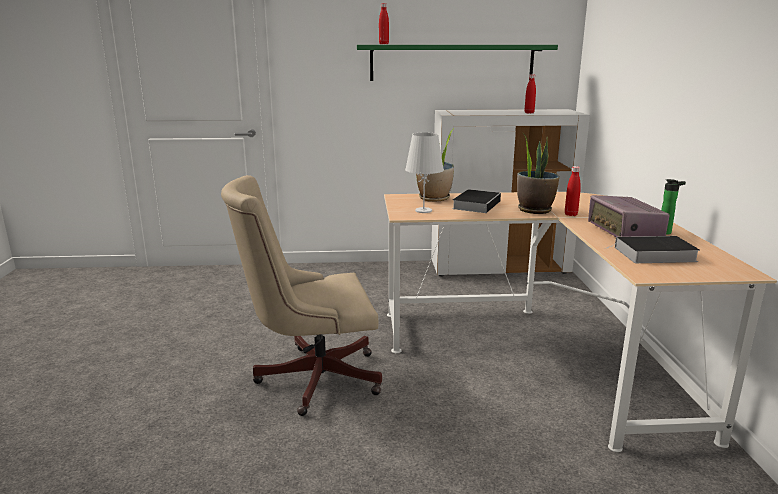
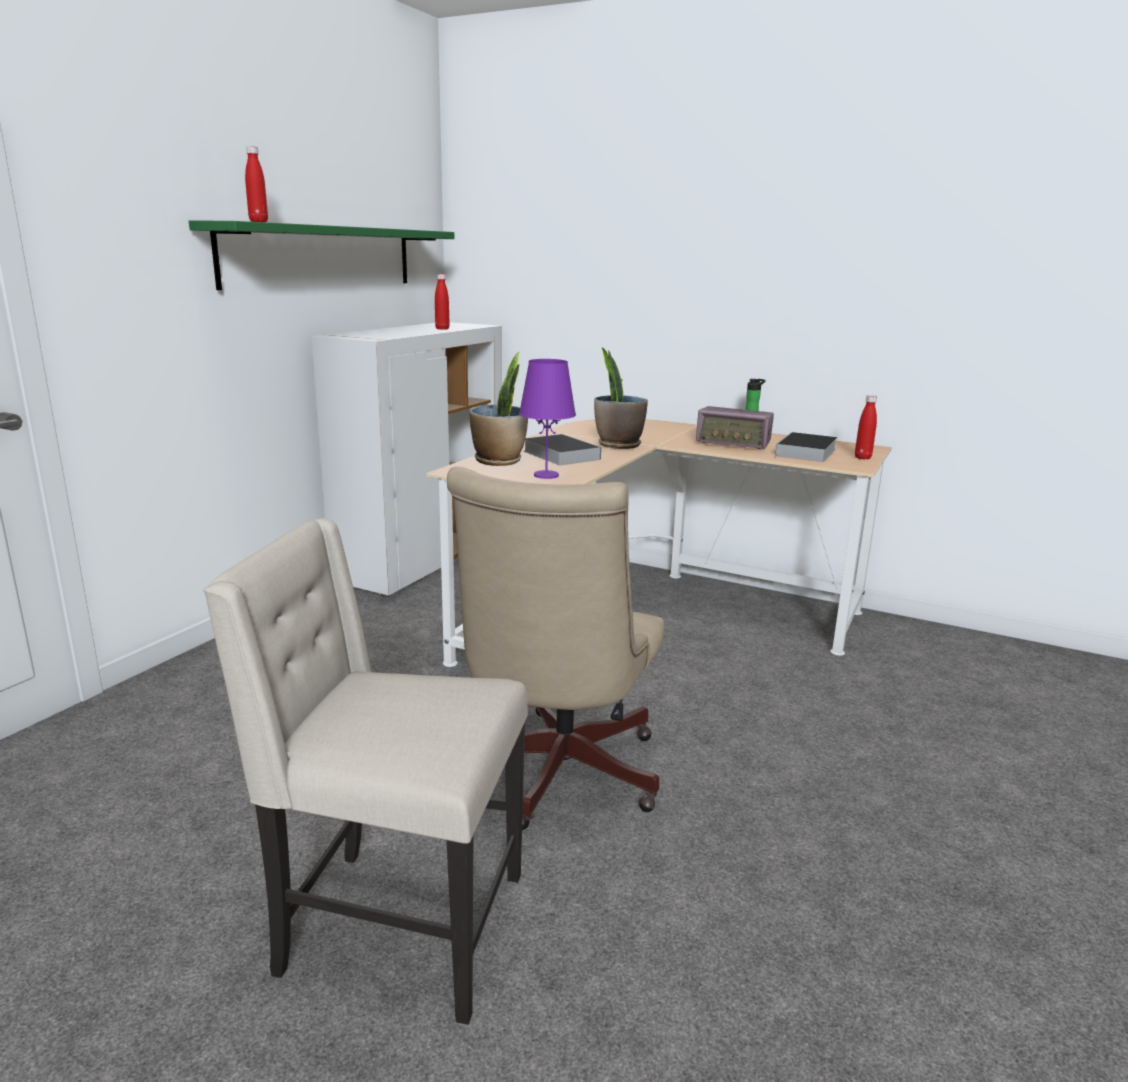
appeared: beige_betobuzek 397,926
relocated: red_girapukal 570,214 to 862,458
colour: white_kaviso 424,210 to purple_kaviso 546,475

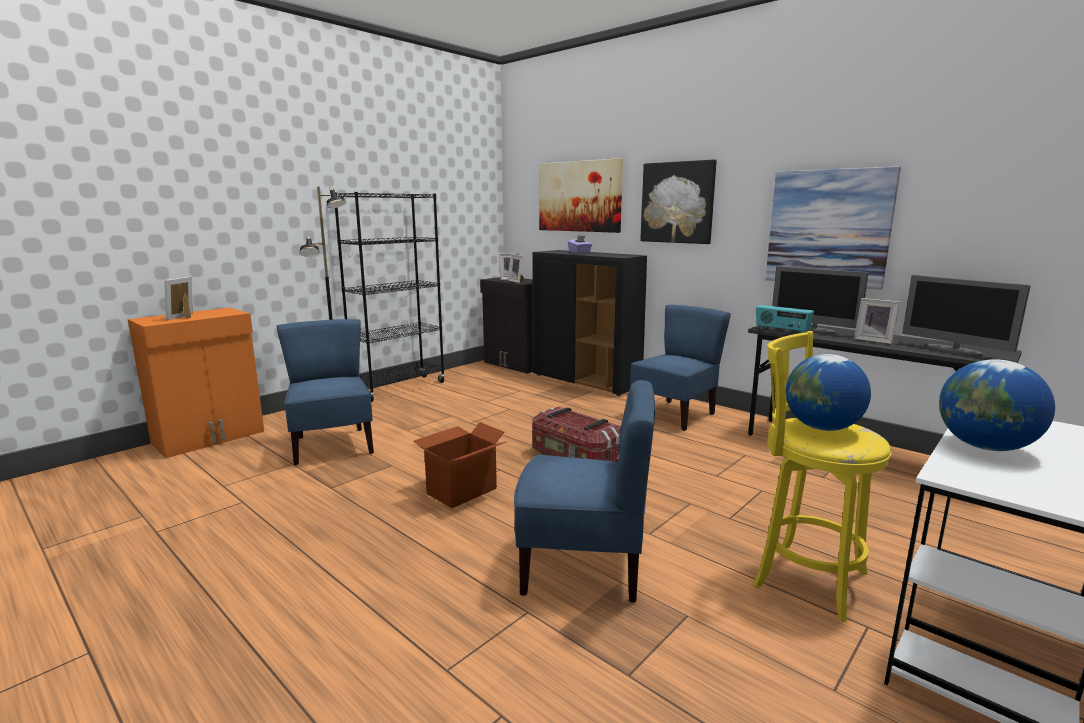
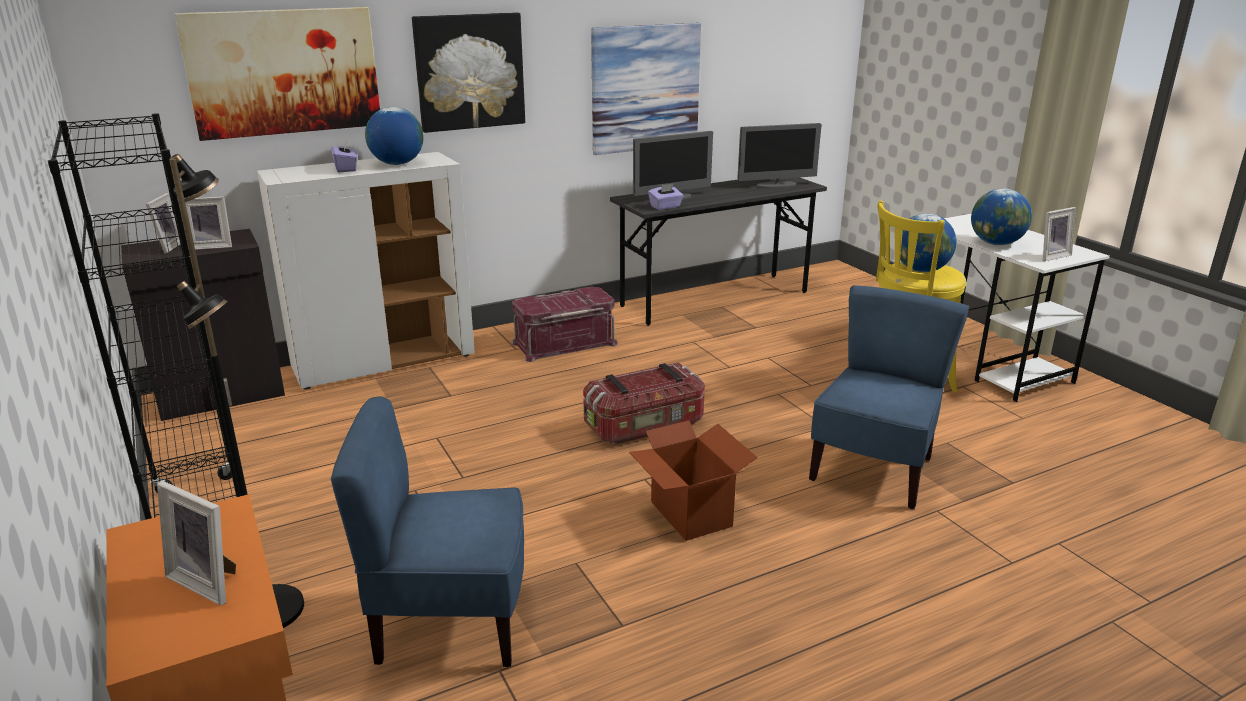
appeared: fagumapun 397,164
relocated: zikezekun 874,340 to 1050,256
exchanged: blue_betobuzek 674,415 to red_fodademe 564,343; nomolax 782,331 to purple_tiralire 665,207
colour: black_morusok 586,381 to white_morusok 384,362

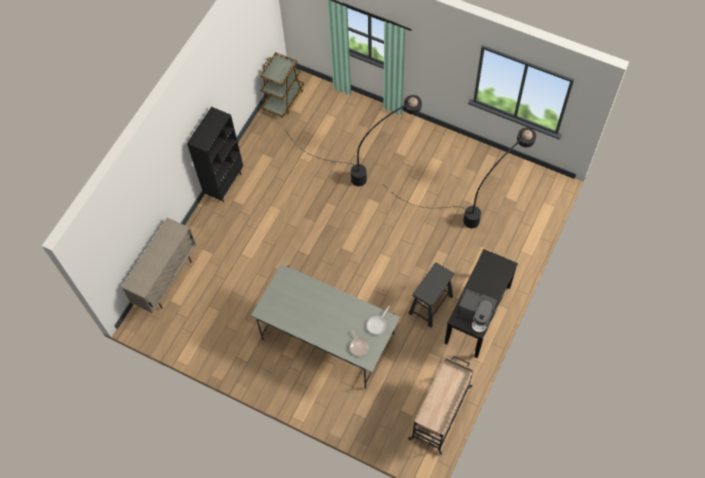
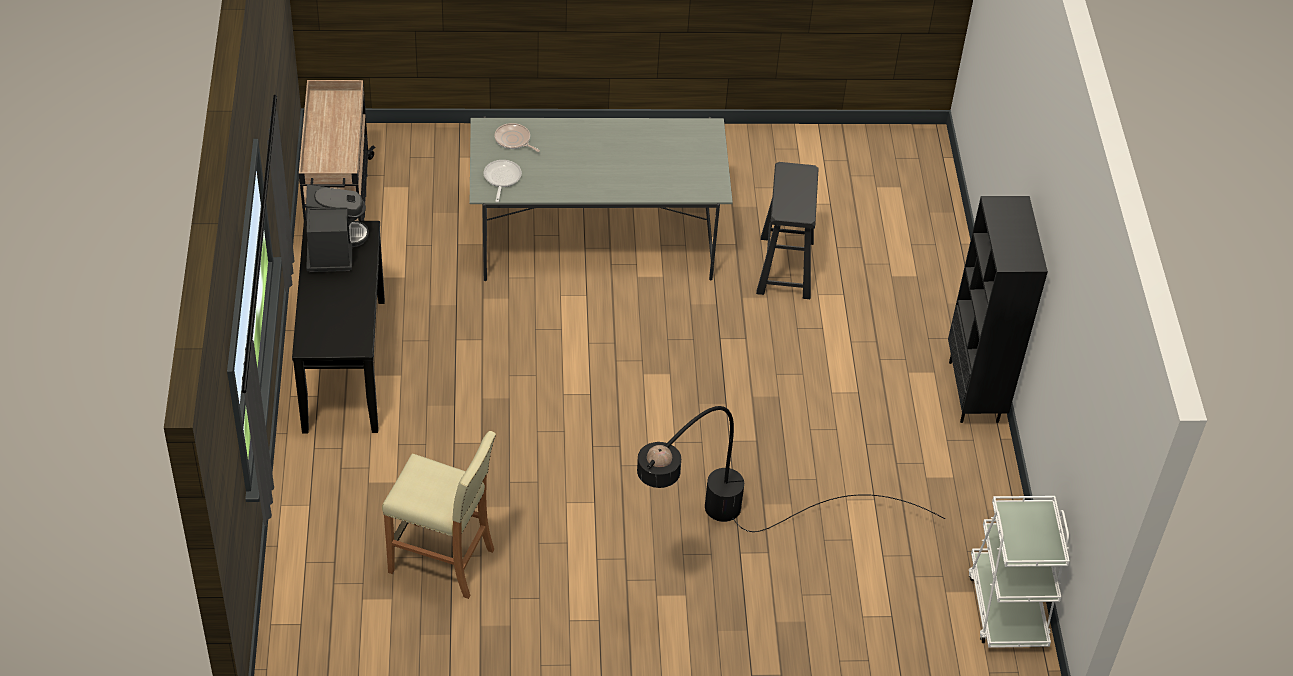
missing: beige_morusok 167,280
relocated: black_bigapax 431,304 to 785,268
exchanged: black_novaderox 478,204 to beige_bigapax 442,561
colour: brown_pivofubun 283,99 to white_pivofubun 1007,607
spun: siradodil 475,315 = 333,248 90 degrees clockwise

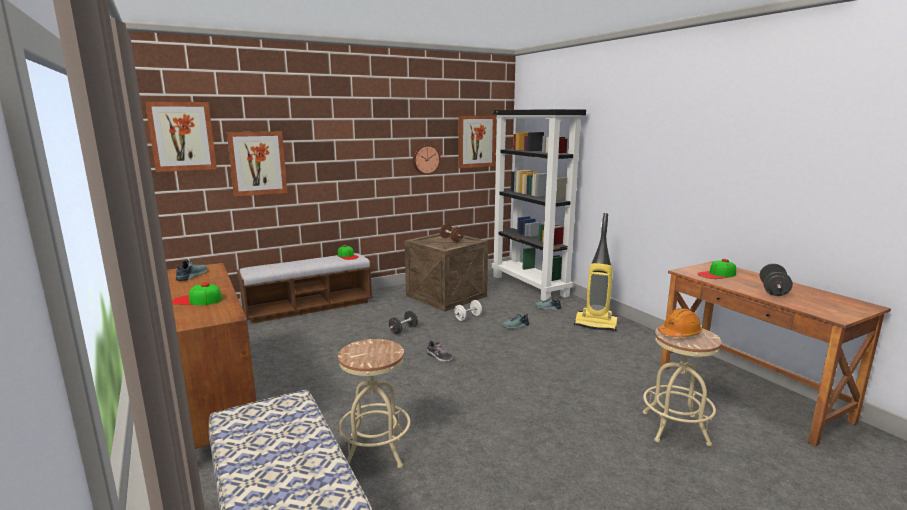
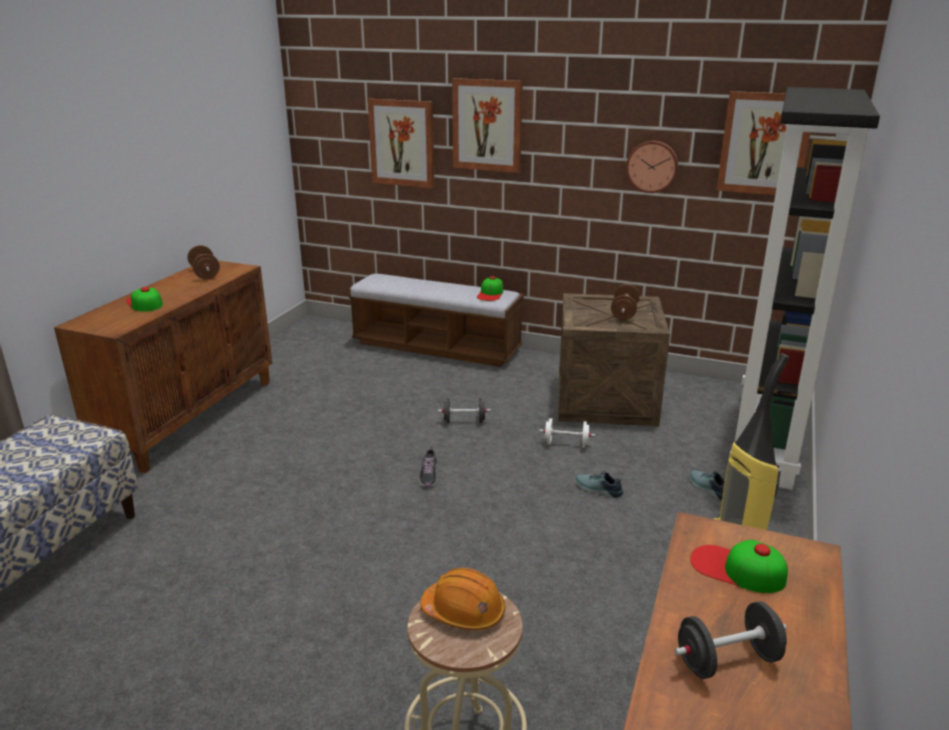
missing: beige_bigapax 375,450
relocated: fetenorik 182,136 to 487,125
exchanged: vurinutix 191,276 to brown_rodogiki 205,274

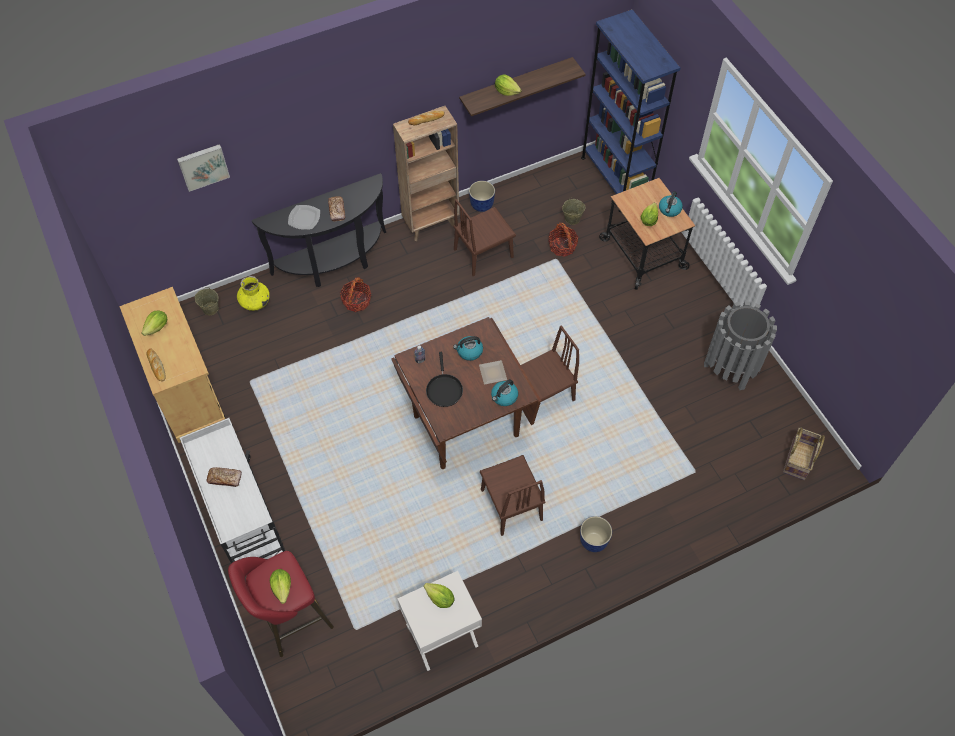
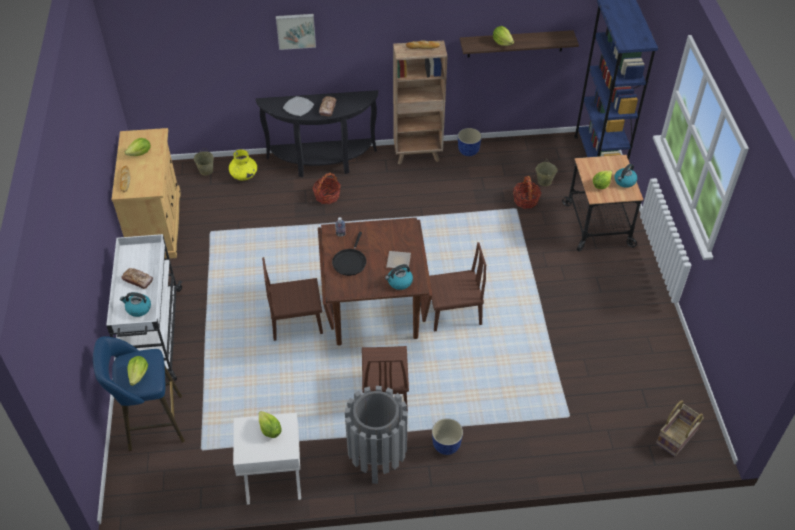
relocated: fetenorik 203,166 to 296,30; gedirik 469,351 to 138,309; brown_betobuzek 483,253 to 296,321; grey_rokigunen 731,367 to 377,457
colour: red_bigapax 289,619 to blue_bigapax 151,423

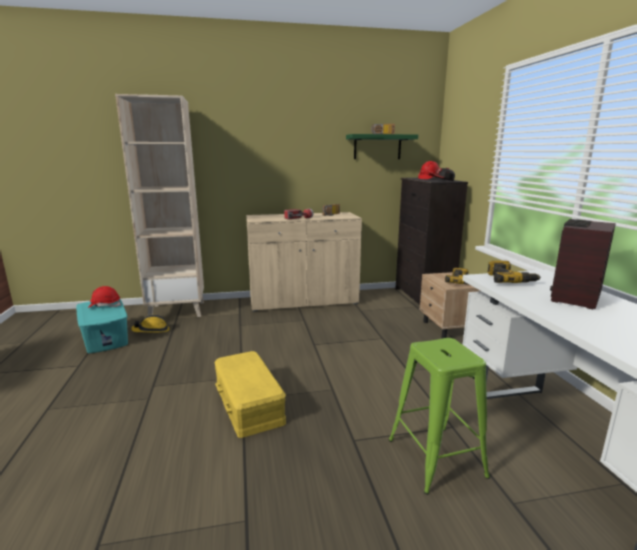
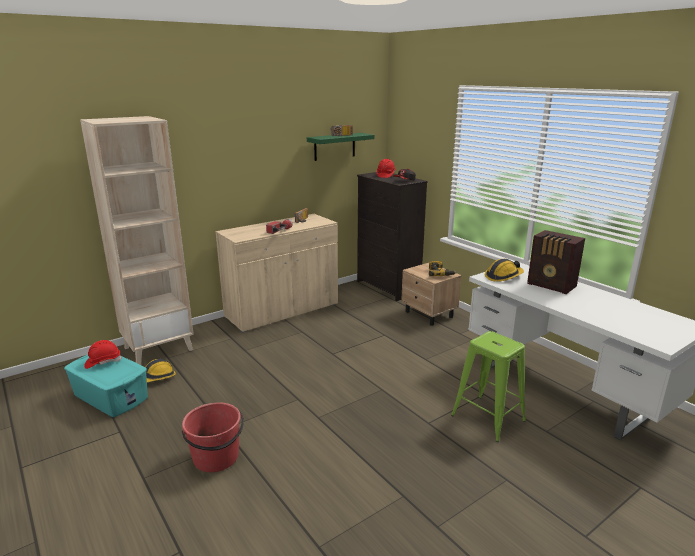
missing: yellow_fodademe 250,403
appeared: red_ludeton 216,457
exchanged: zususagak 509,280 to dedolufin 503,276
spun: nomolax 574,297 = 552,286 60 degrees counterclockwise

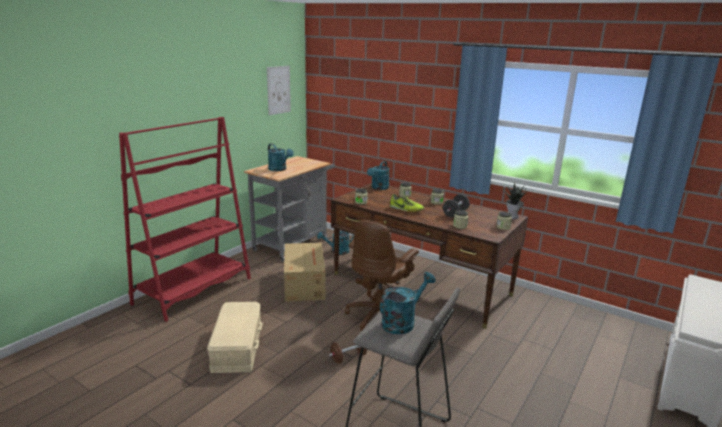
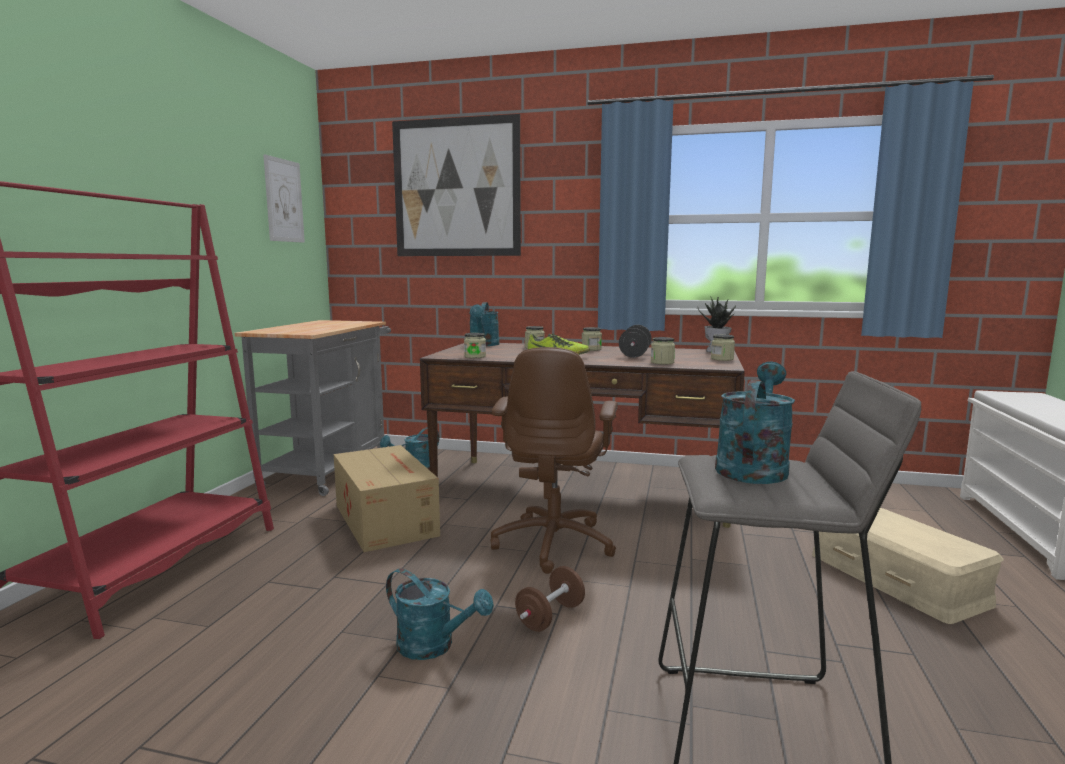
appeared: fetenorik 456,188
relocated: beige_fodademe 238,346 to 897,578; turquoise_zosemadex 279,169 to 434,646

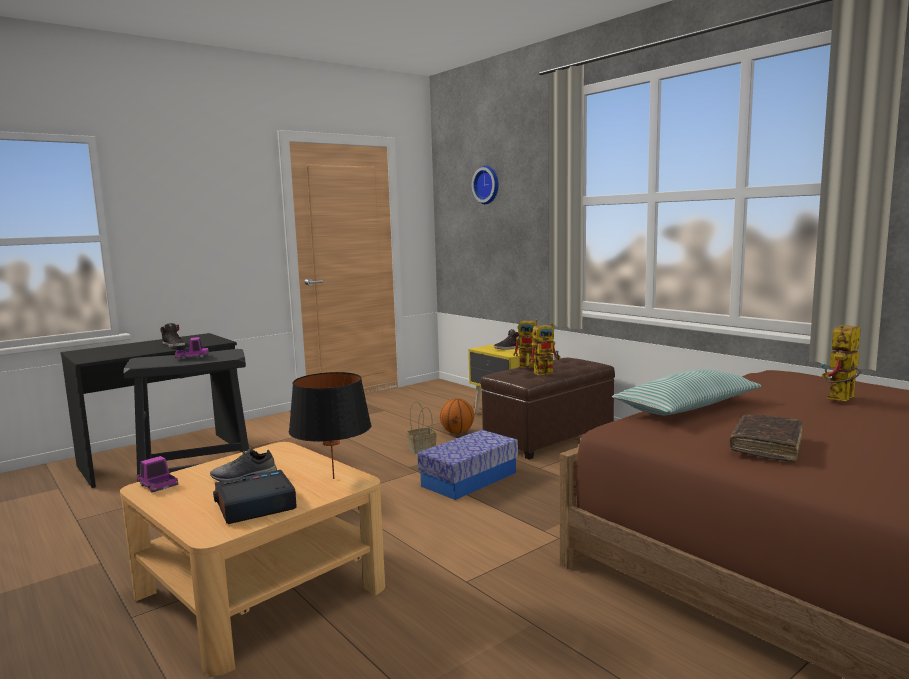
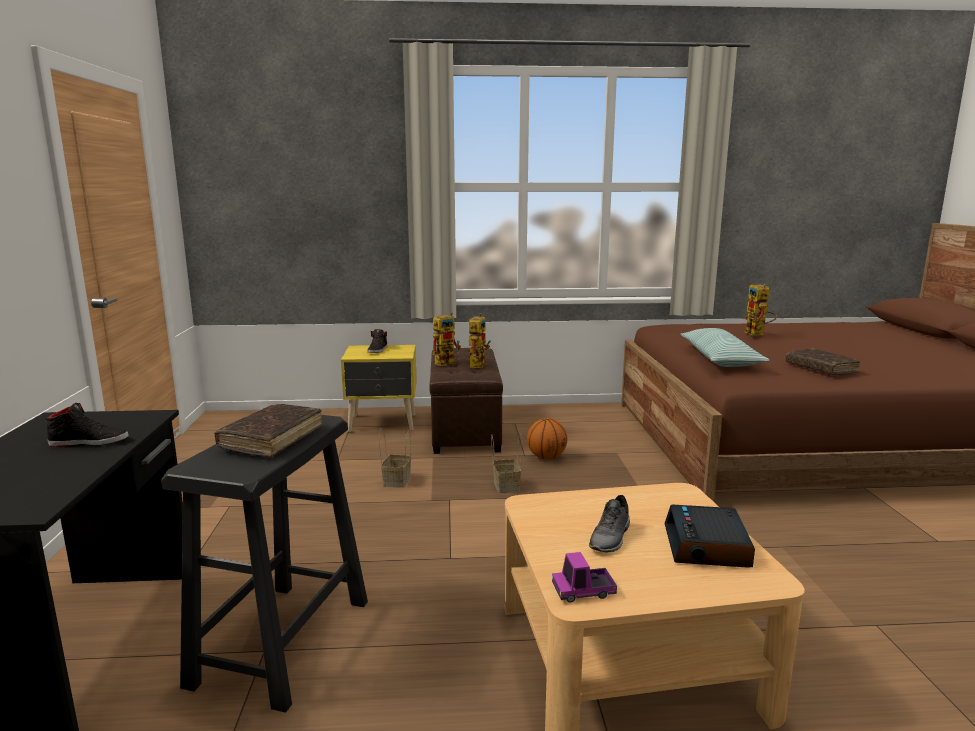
missing: black_kaviso 334,478; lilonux 487,185
relocated: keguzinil 457,432 to 546,457
exchanged: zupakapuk 192,357 to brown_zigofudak 272,439; fodademe 469,479 to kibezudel 505,485

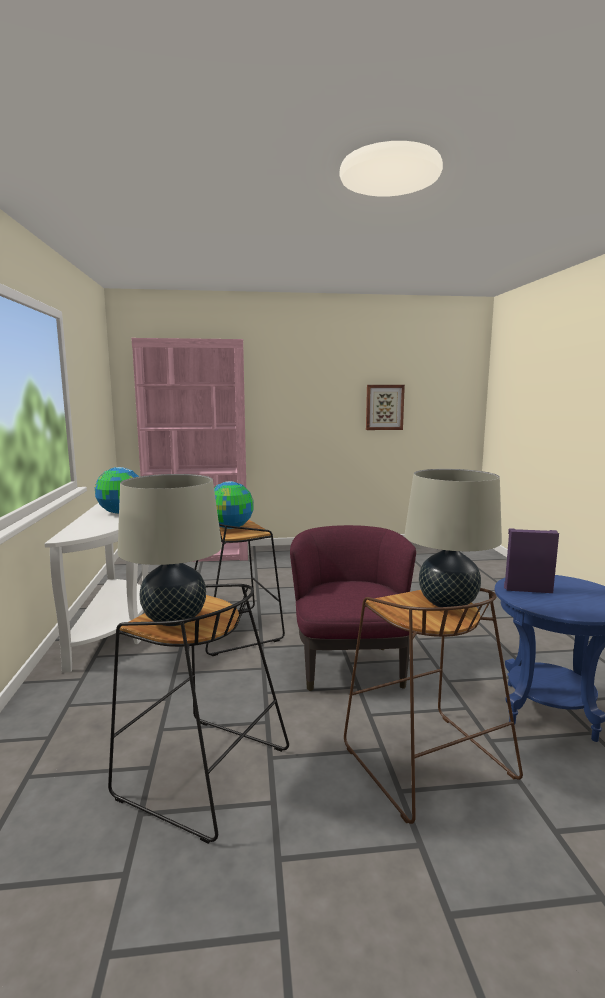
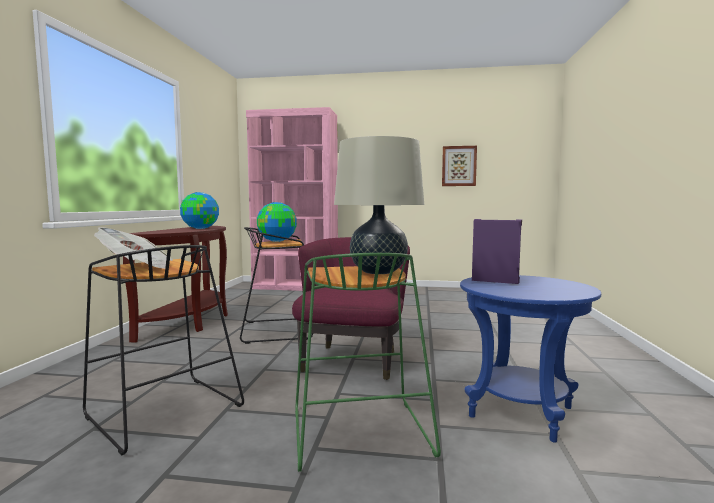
exchanged: beige_kaviso 174,619 to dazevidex 137,267
colour: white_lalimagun 115,628 to brown_lalimagun 192,322; brown_bigapax 424,761 to green_bigapax 357,431

